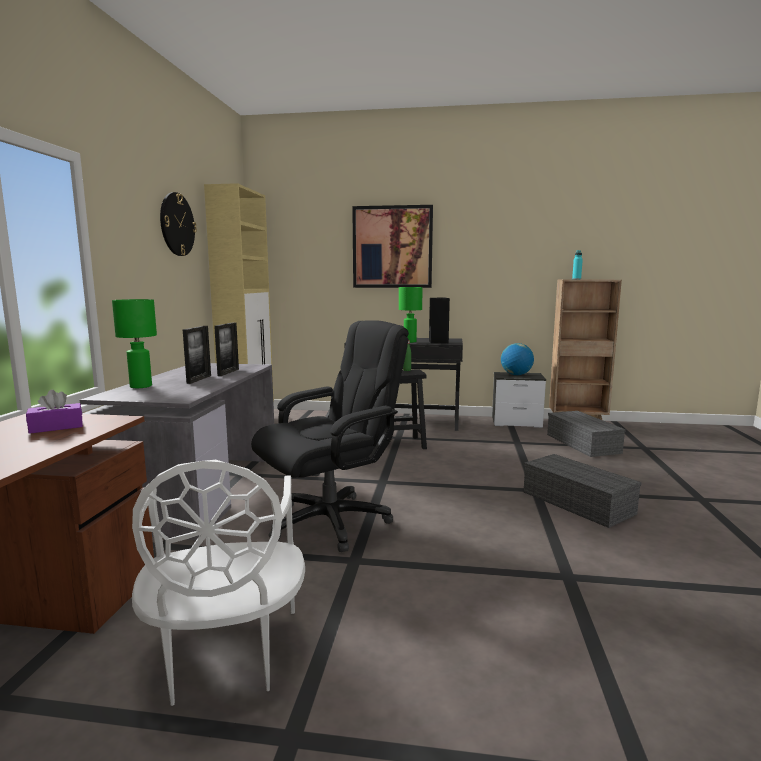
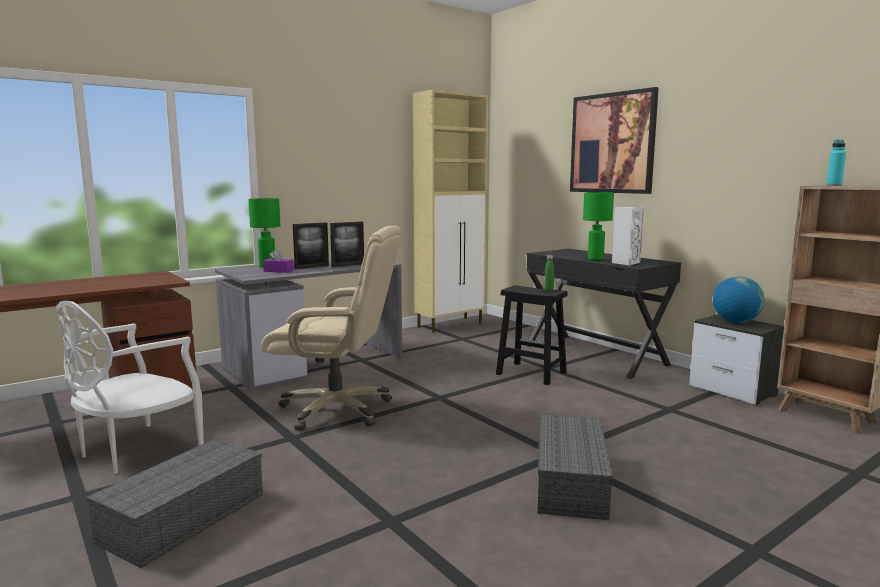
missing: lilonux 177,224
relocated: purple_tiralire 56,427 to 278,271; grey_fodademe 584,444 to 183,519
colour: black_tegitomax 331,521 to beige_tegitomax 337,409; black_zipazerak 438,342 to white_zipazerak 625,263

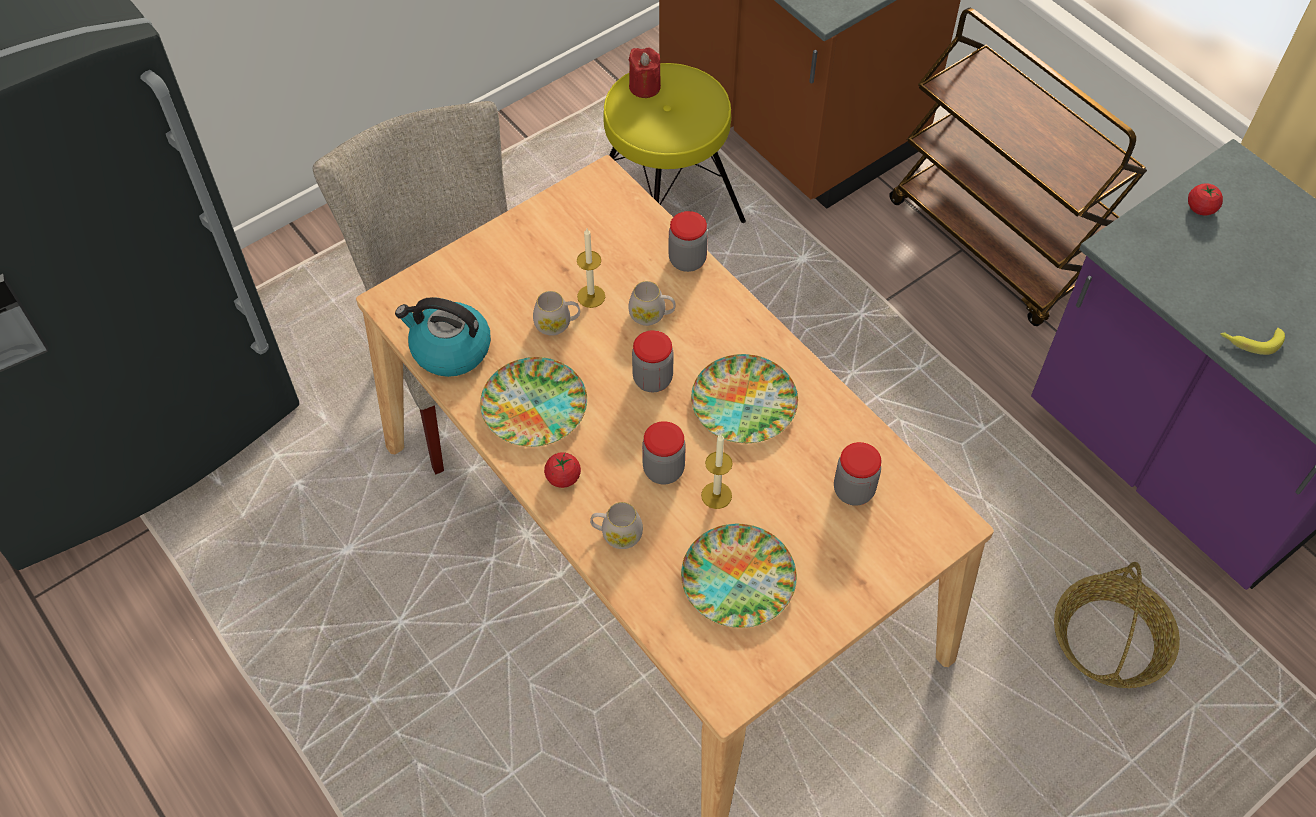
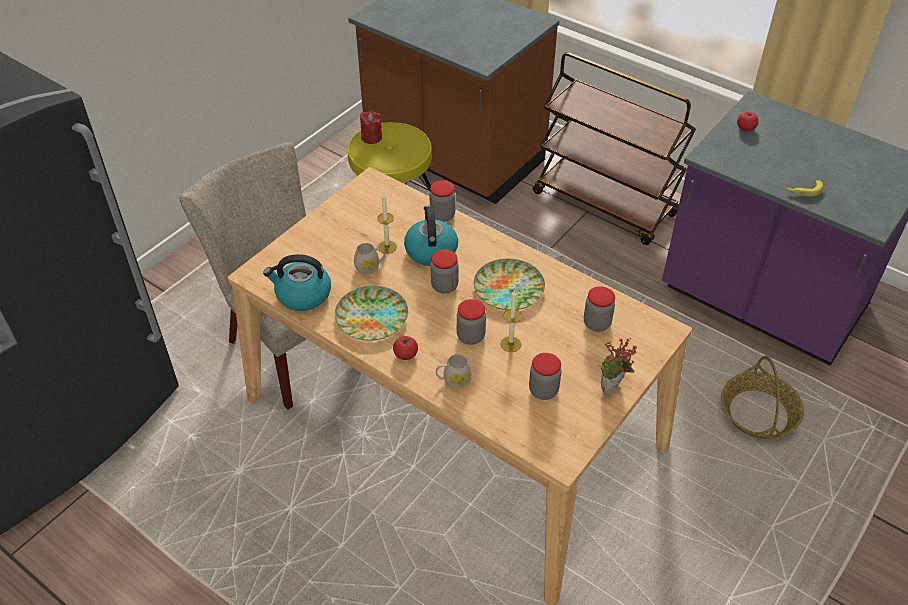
appeared: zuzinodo 612,389
exchanged: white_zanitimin 652,315 to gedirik 431,250; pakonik 738,581 to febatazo 543,390

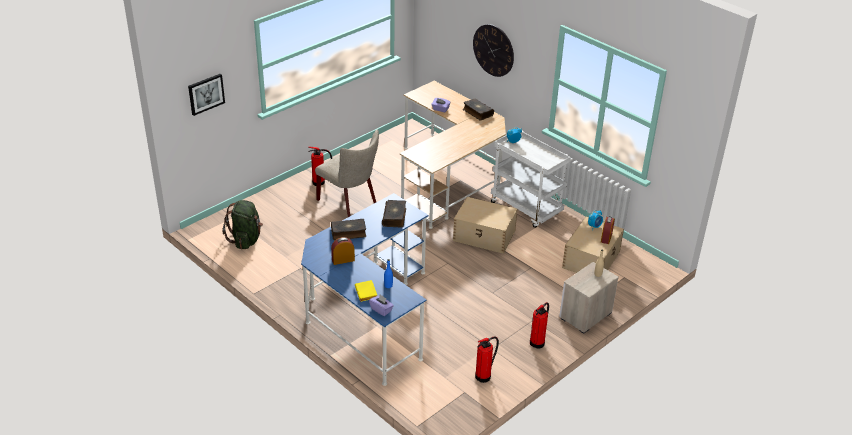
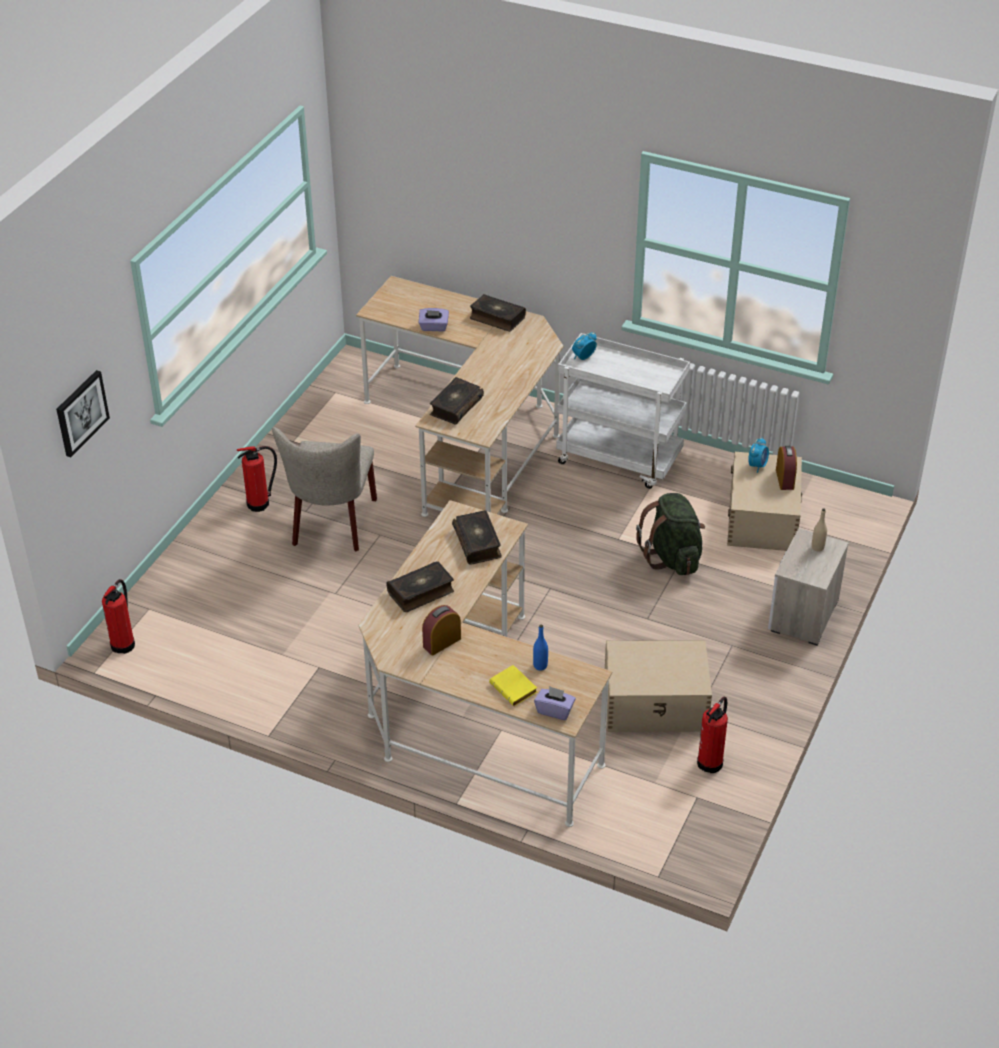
missing: lilonux 493,50
appeared: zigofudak 455,406
relocated: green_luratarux 246,240 to 672,557; beige_fodademe 484,236 to 656,704; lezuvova 538,342 to 124,643
colour: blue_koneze 366,312 to beige_koneze 472,712
spun: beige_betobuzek 350,202 = 332,526 75 degrees clockwise

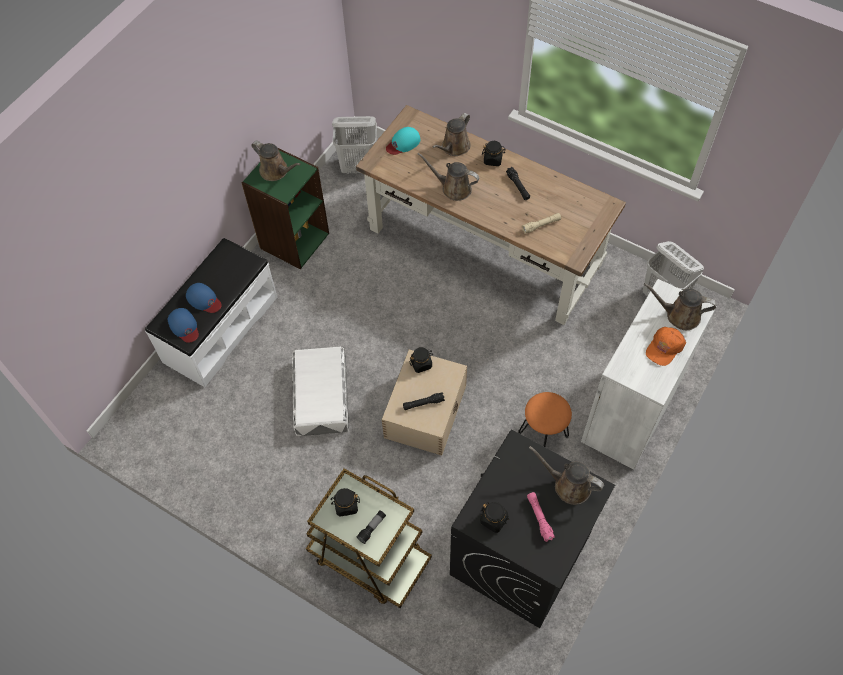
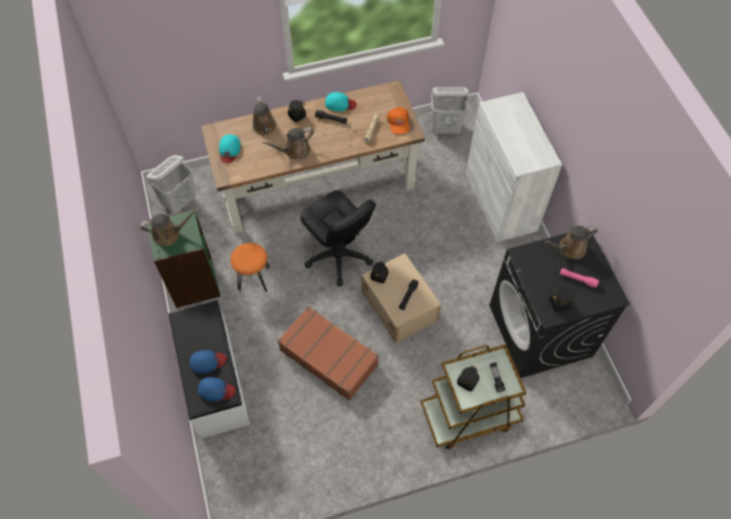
missing: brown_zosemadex 679,315
appeared: black_tegitomax 338,256; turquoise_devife 340,104
relocated: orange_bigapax 543,435 to 254,278; orange_devife 664,348 to 398,122
exchanged: white_fodademe 321,395 to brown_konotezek 329,356

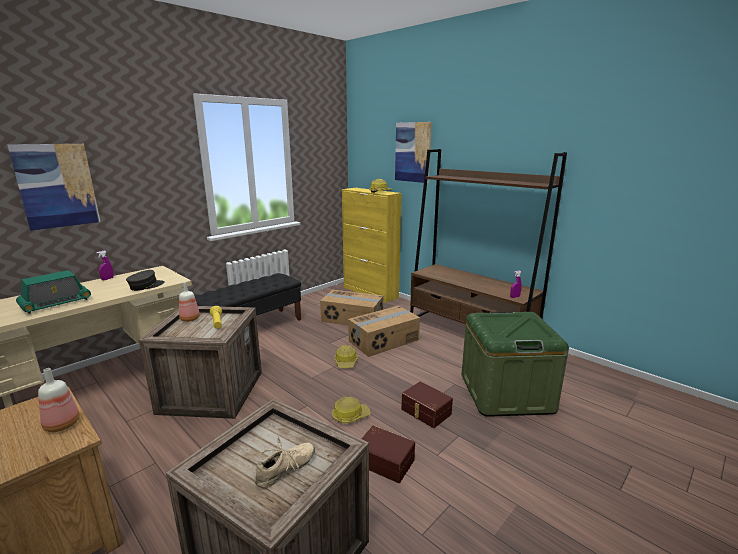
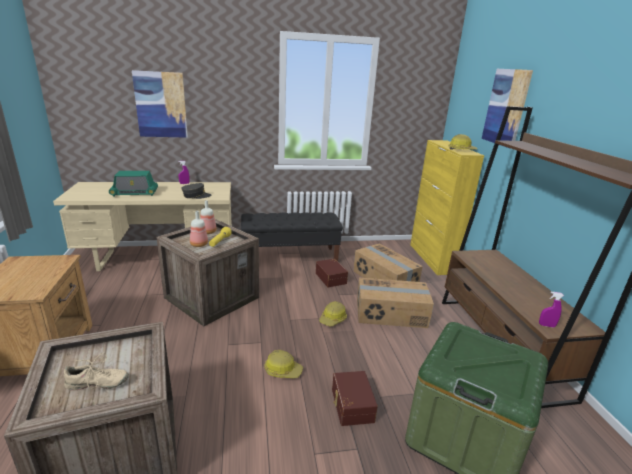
relocated: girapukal 61,425 to 198,245; brown_fodademe 385,461 to 331,278

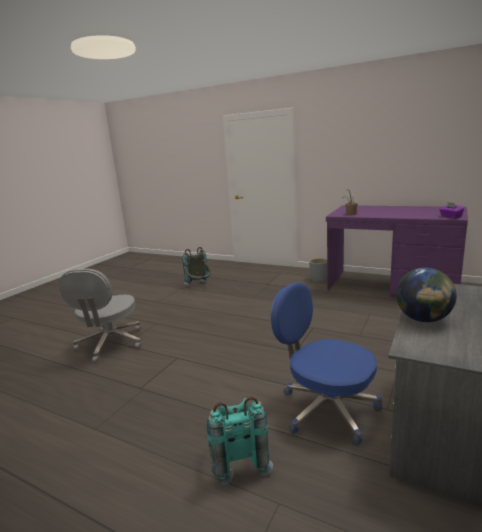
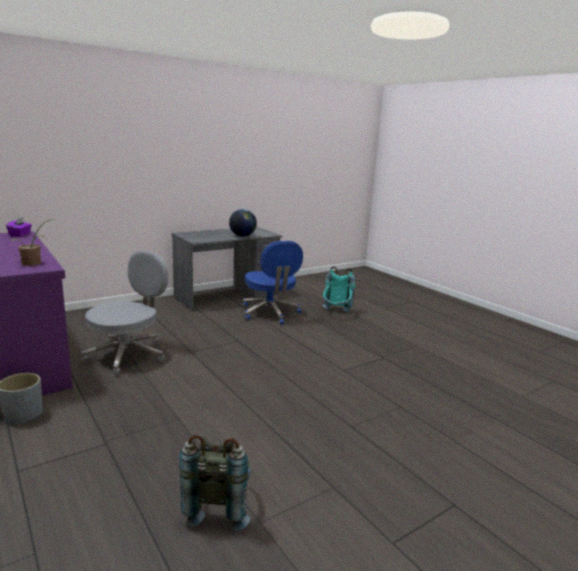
relocated: grey_tegitomax 110,344 to 128,355

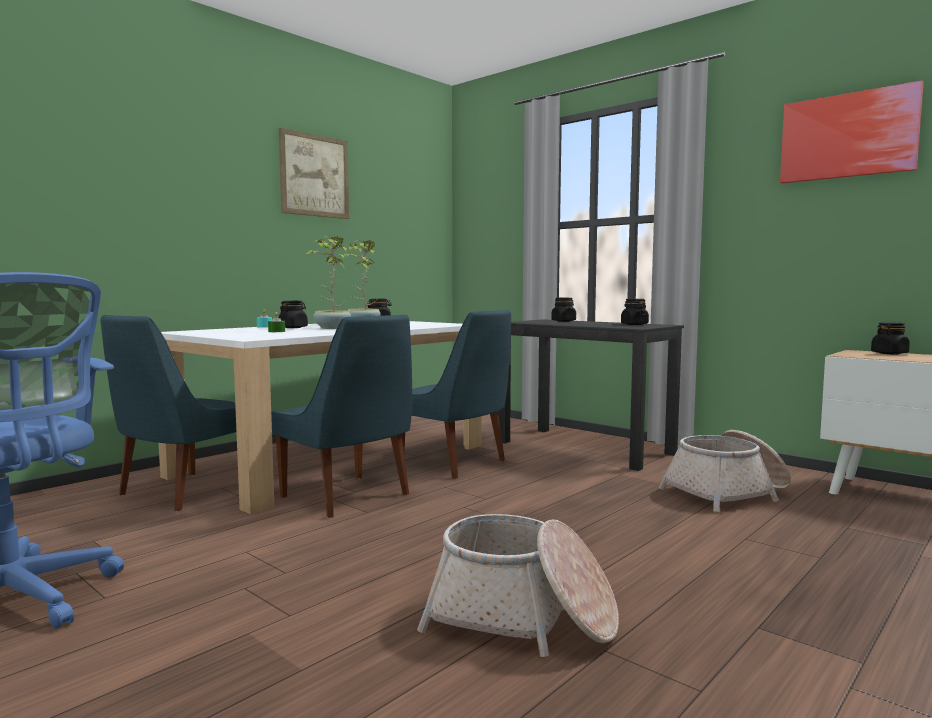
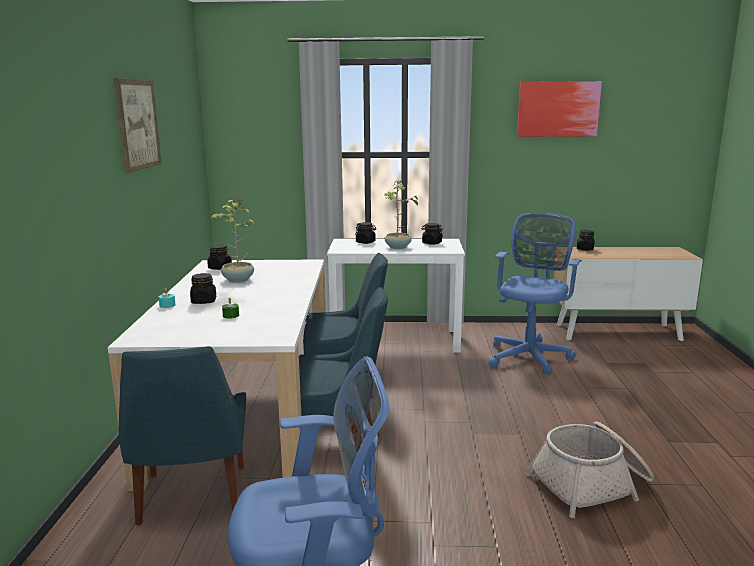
relocated: zuzinodo 331,328 to 398,247
exchanged: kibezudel 728,493 to blue_tegitomax 530,356
colour: black_koneze 585,447 to white_koneze 396,340

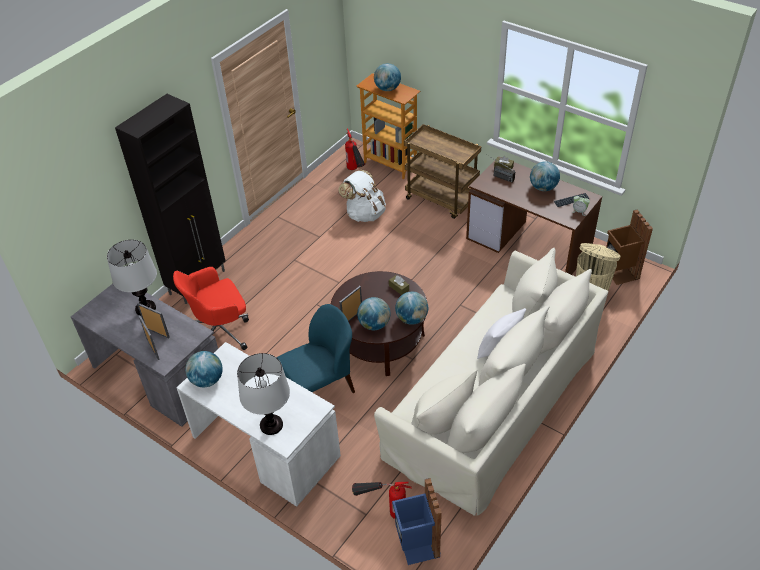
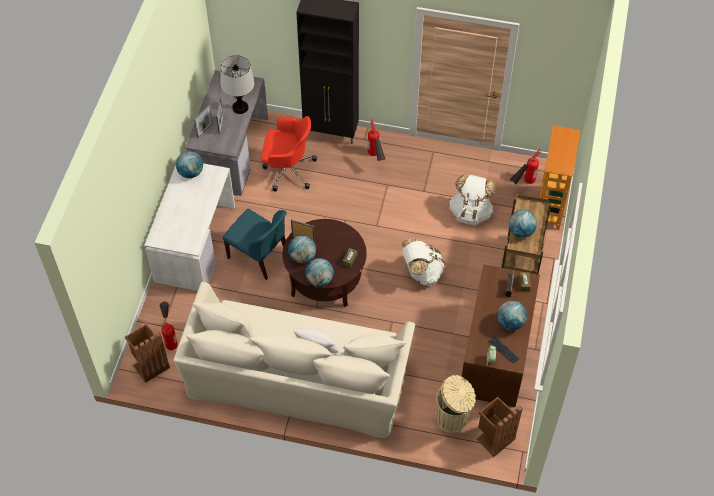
missing: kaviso 271,425
appeared: lezuvova 376,160; white_luratarux 421,272
relocated: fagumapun 387,89 to 521,231
colour: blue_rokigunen 416,544 to brown_rokigunen 150,365
spun: red_tegitomax 220,331 = 288,169 150 degrees clockwise

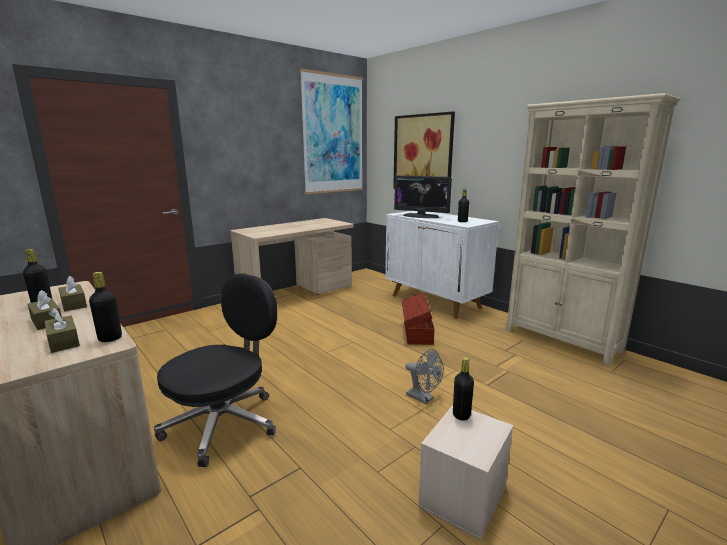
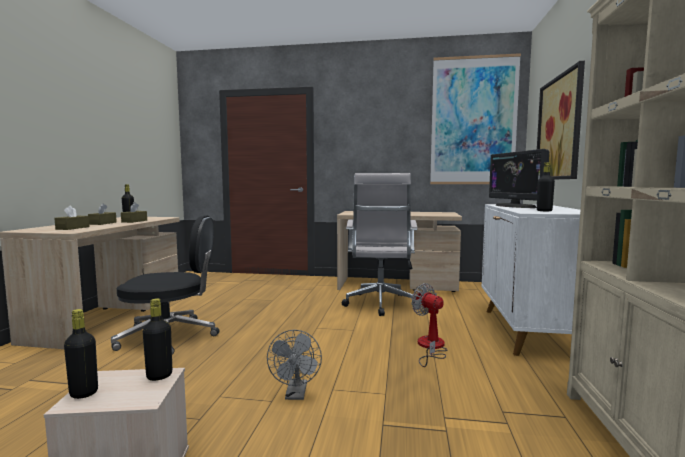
appeared: white_tegitomax 380,305
relocated: black_girapukal 110,338 to 84,393
exchanged: brown_fodademe 417,333 to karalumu 430,347

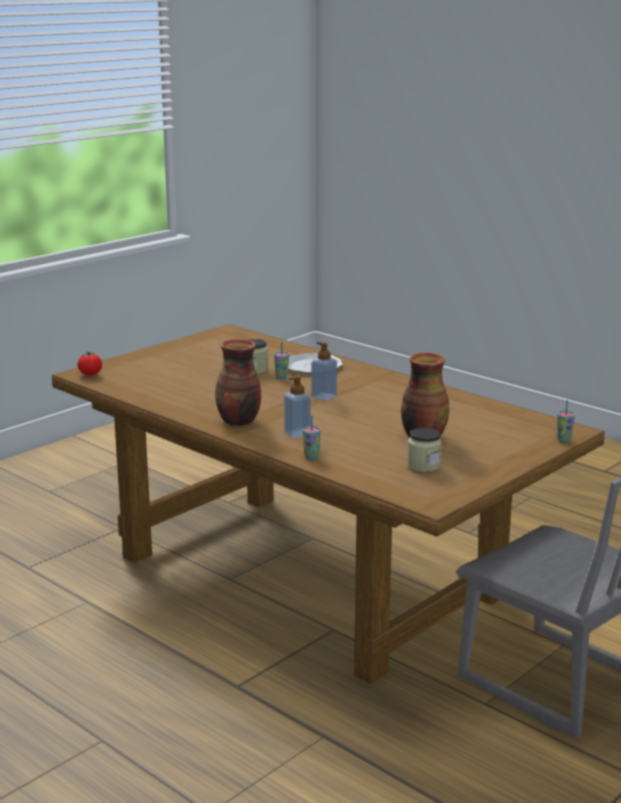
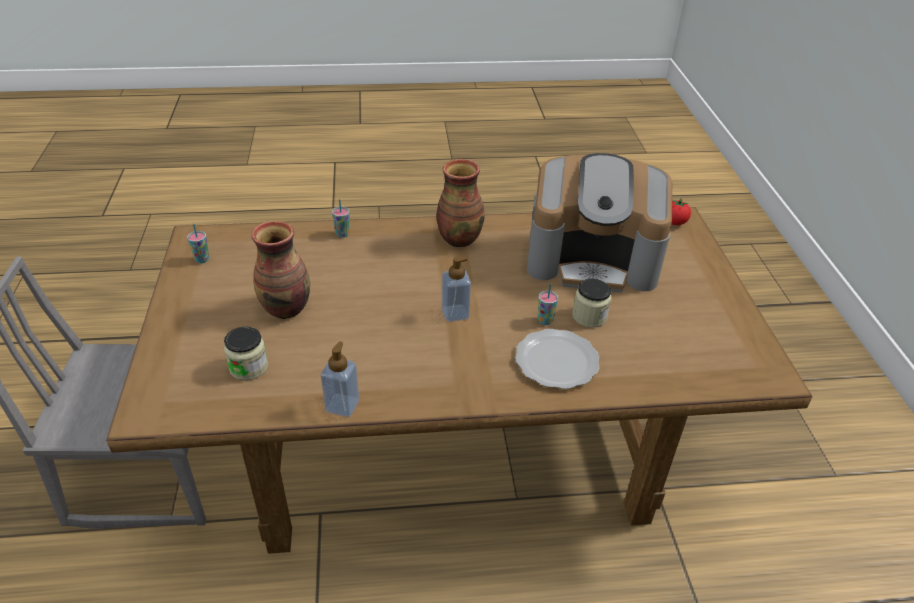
appeared: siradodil 593,259
relocated: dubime 297,434 to 342,405; febatazo 423,466 to 249,367; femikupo 564,439 to 202,259

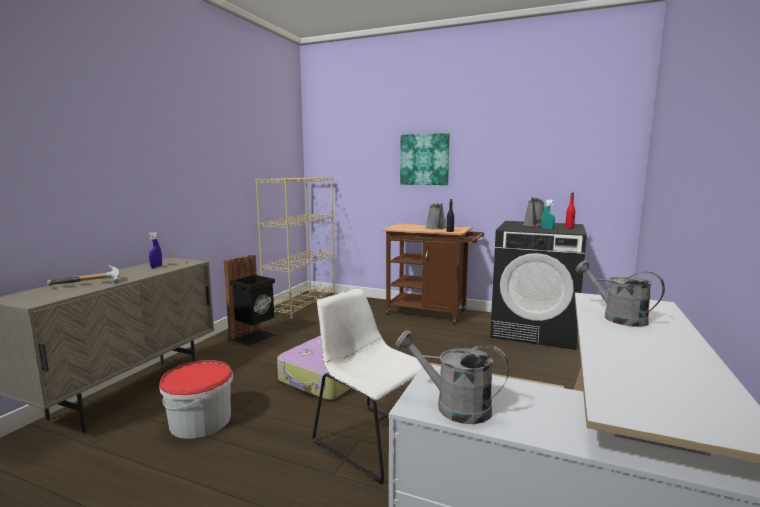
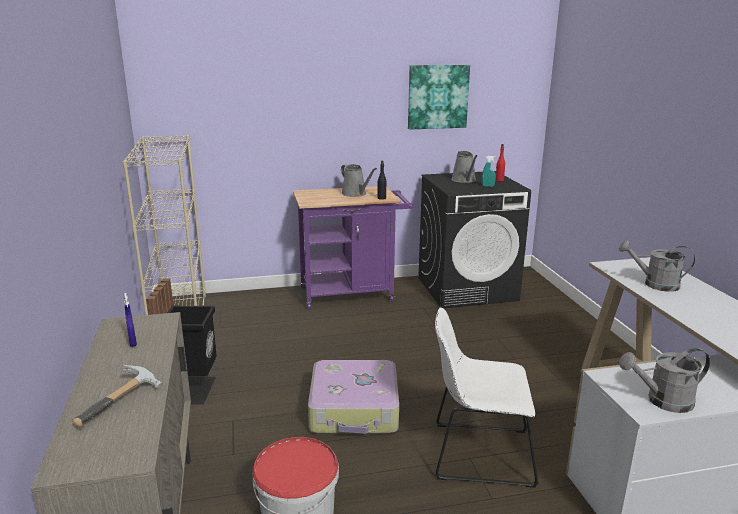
relocated: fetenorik 424,159 to 437,97
colour: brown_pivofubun 431,313 to purple_pivofubun 352,294

